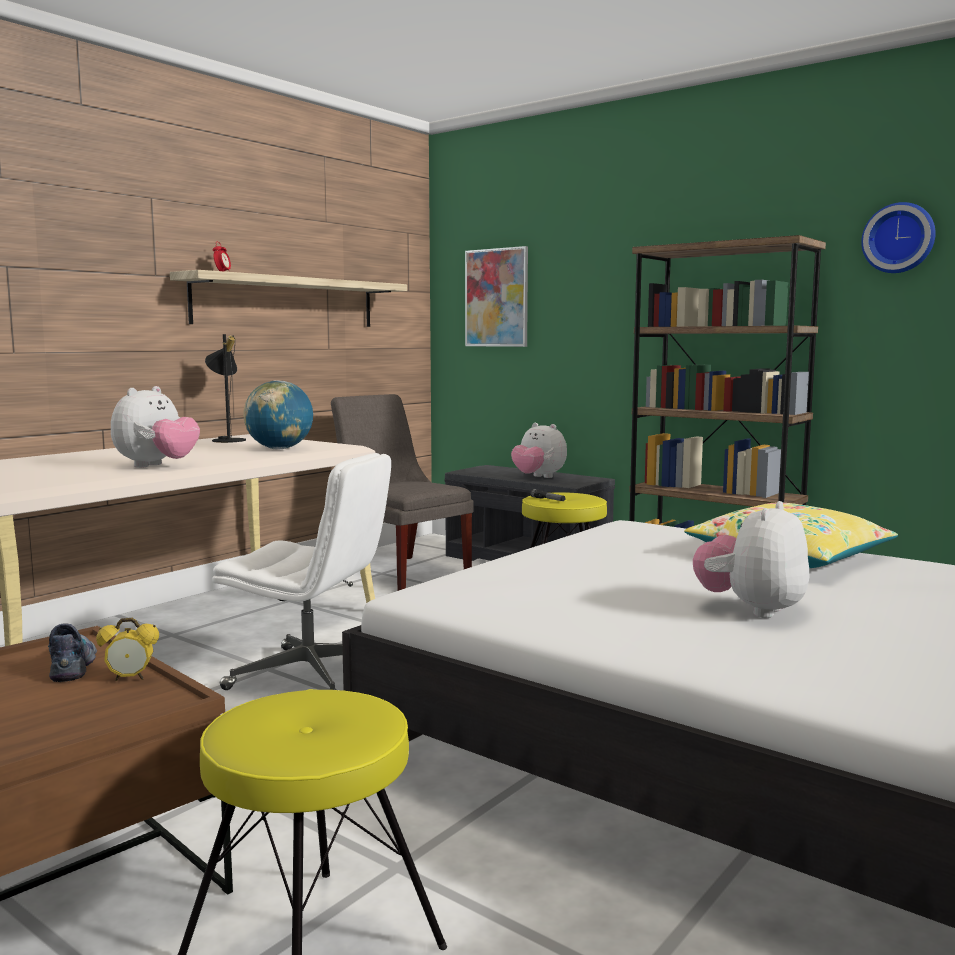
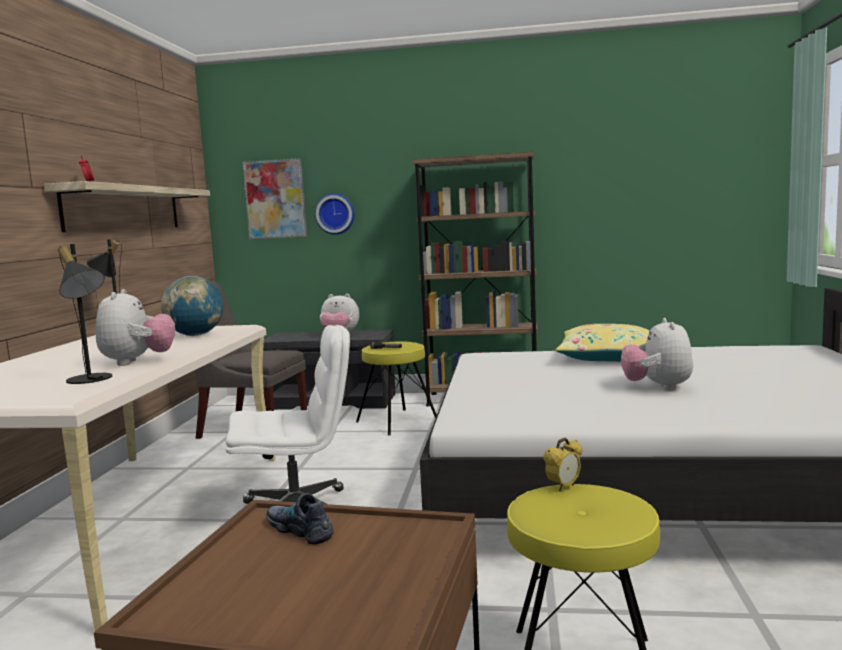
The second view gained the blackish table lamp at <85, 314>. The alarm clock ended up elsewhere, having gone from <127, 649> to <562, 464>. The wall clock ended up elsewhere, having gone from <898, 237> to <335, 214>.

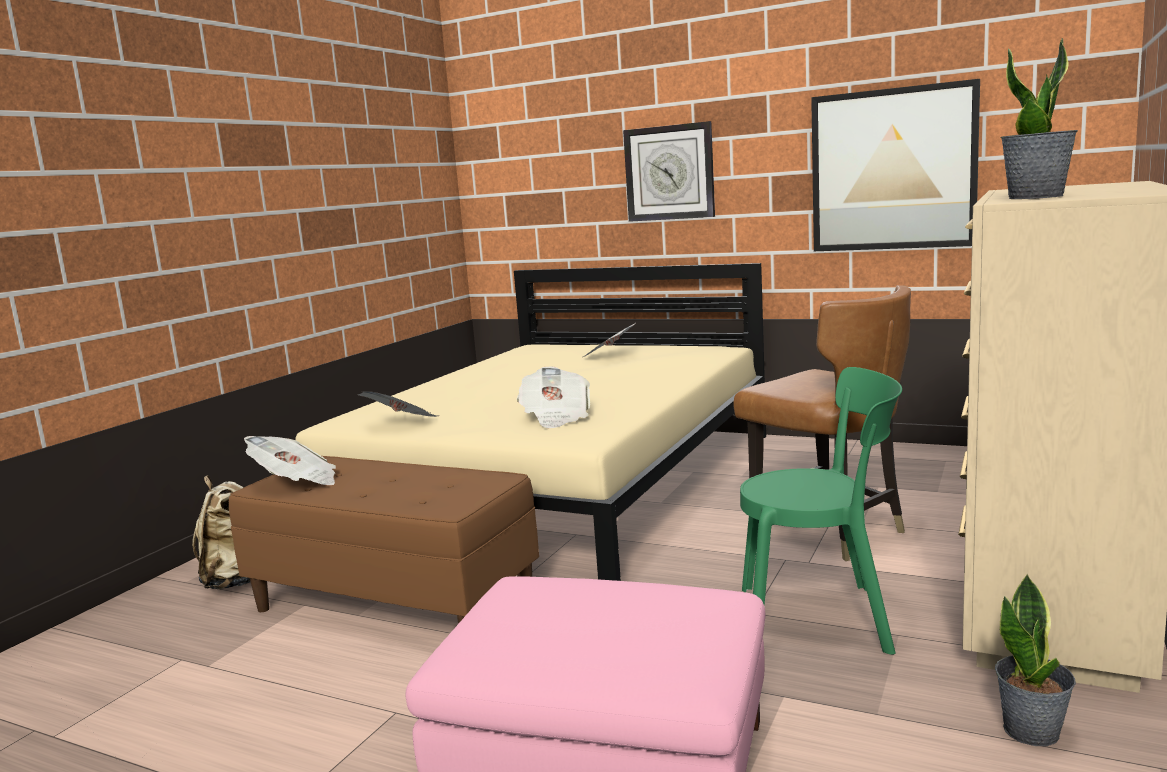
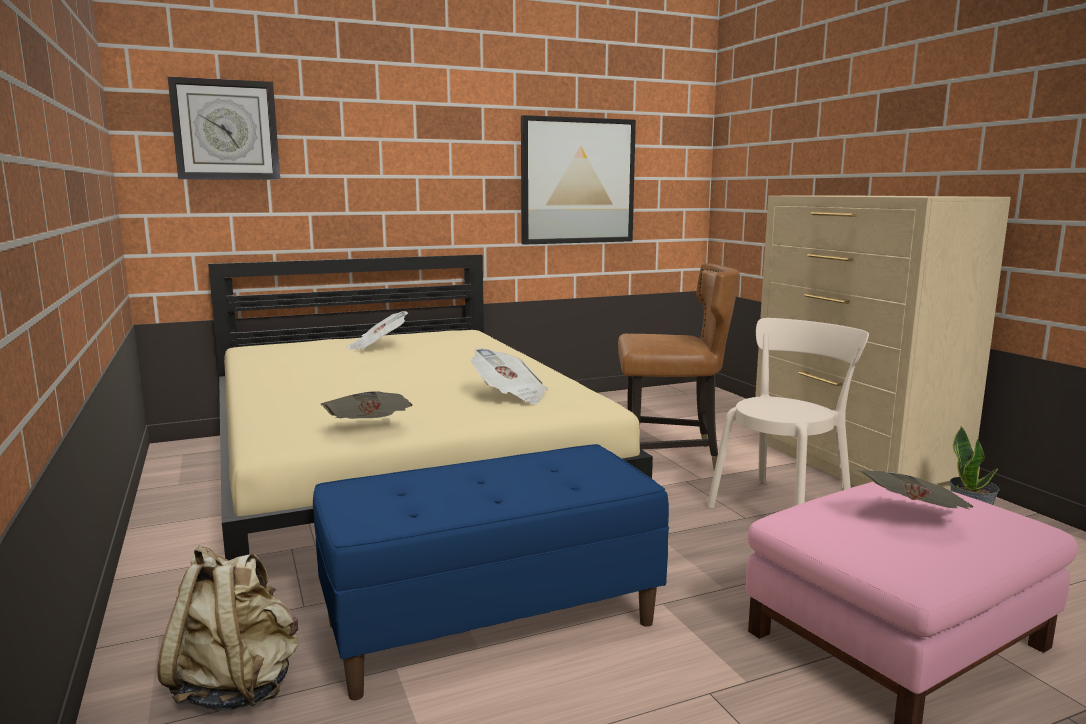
The second view lost the potted plant at <1039, 118>. The daily paper ended up elsewhere, having gone from <290, 460> to <915, 489>. The wall clock ended up elsewhere, having gone from <669, 171> to <224, 128>. What was the brown-coloured long seat at <384, 540> turned into the blue long seat at <491, 572>. What was the greenish plain chair at <821, 511> turned into the beige-coloured plain chair at <788, 413>.

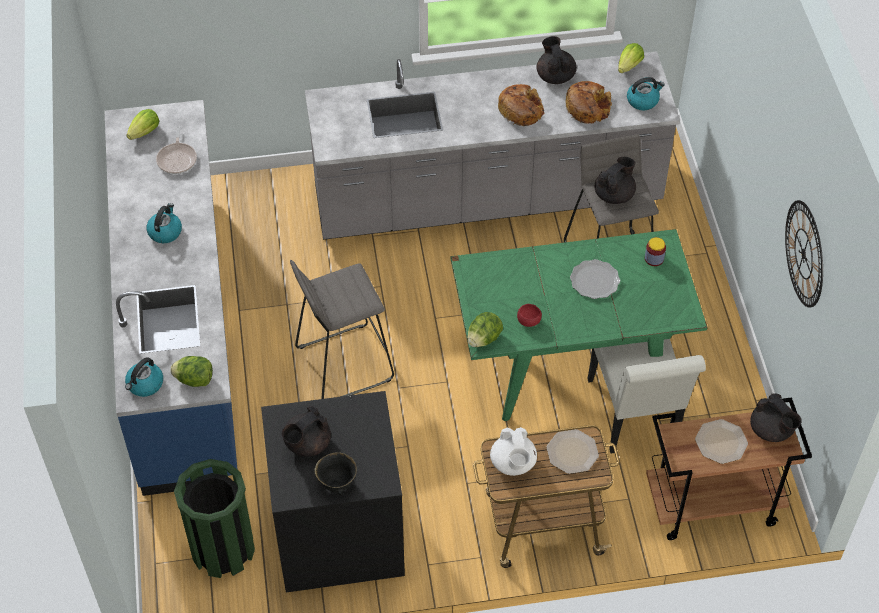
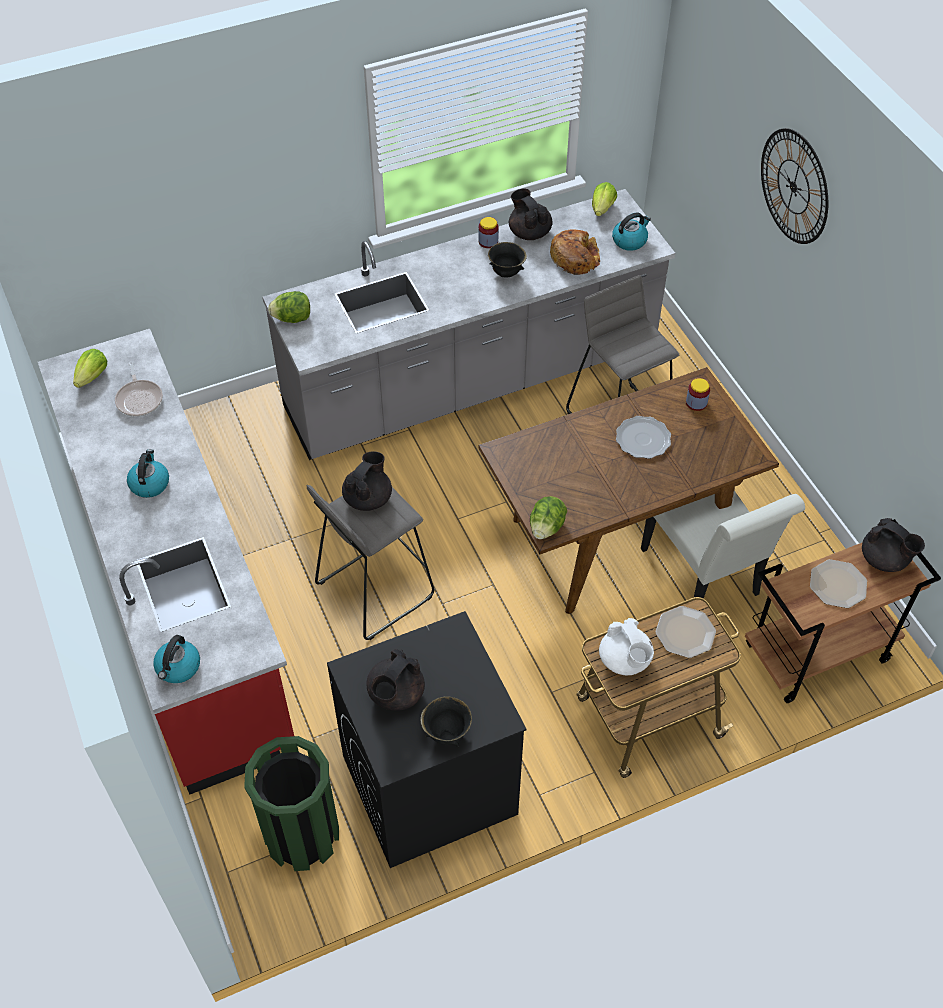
The second view lost the reddish deep dish at <529, 315>. The second view gained the preserve jar at <488, 232>. The lettuce ended up elsewhere, having gone from <191, 371> to <289, 307>. The blackish teapot ended up elsewhere, having gone from <615, 180> to <367, 481>. The wall clock ended up elsewhere, having gone from <804, 254> to <794, 186>. Where the bakery bread stood at <521, 105>, the blackish deep dish came to stand at <507, 259>. What was the blue kitchen counter at <171, 298> turned into the reddish kitchen counter at <166, 562>. What was the greenish kitchen table at <579, 325> turned into the brown-coloured kitchen table at <628, 490>.

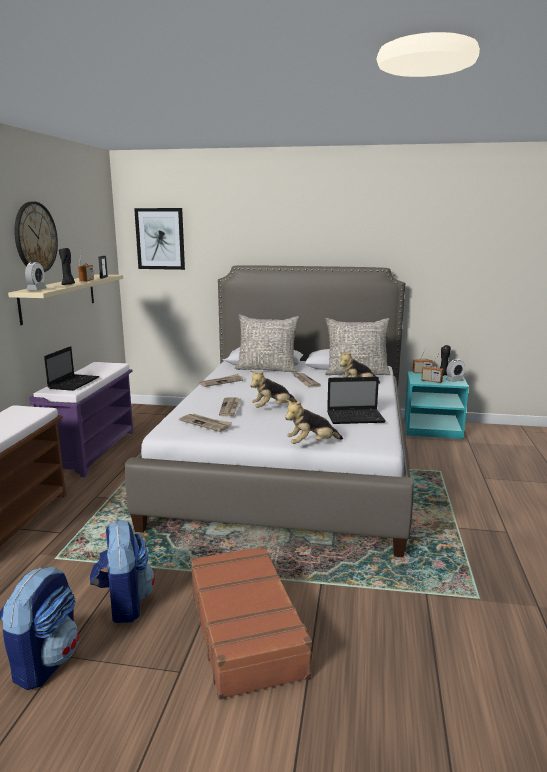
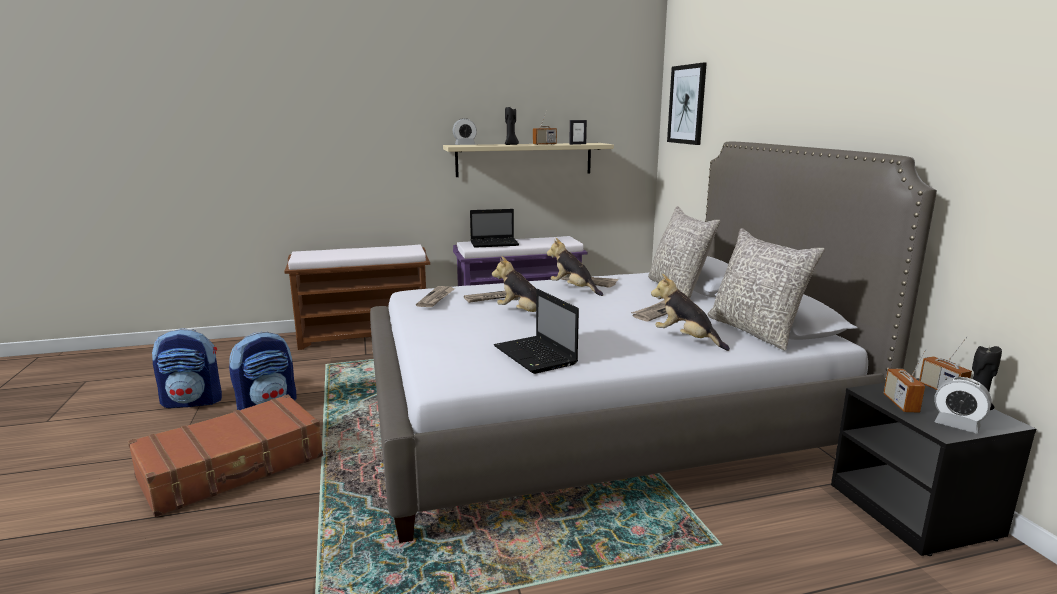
The second view lost the wall clock at <36, 237>. The plush toy ended up elsewhere, having gone from <314, 422> to <575, 267>. What was the blue-green night table at <436, 405> turned into the blackish night table at <933, 467>.

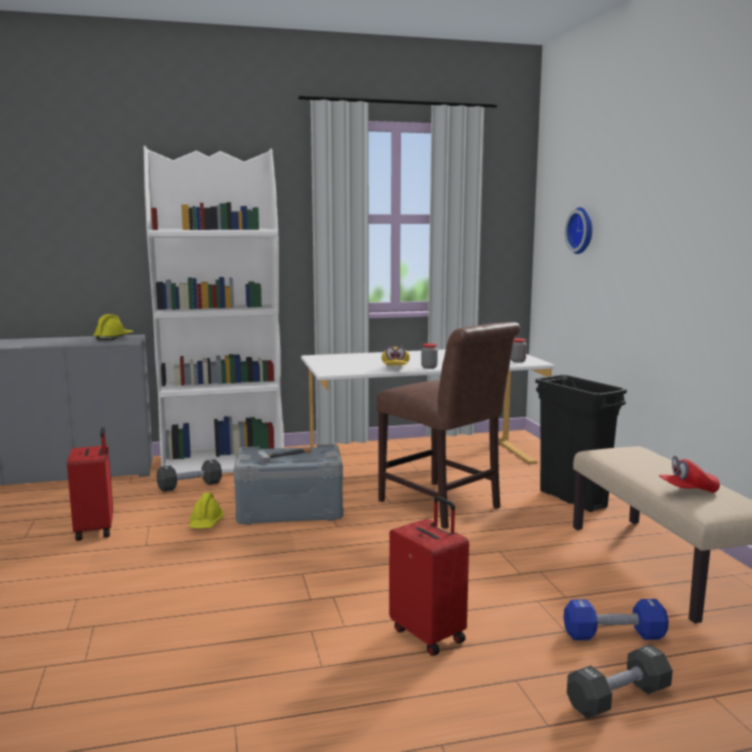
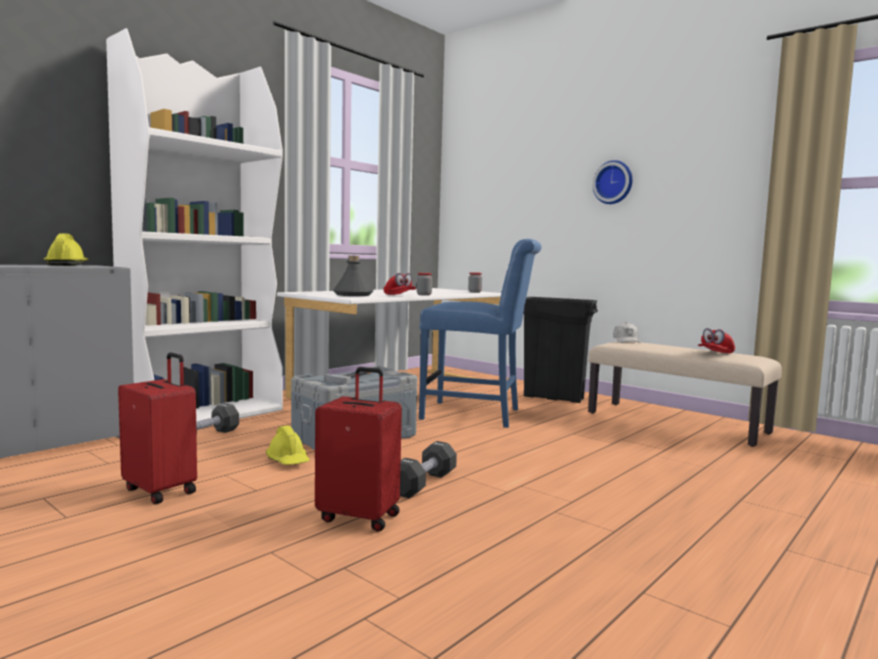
The second view lost the blue hand weight at <616, 619>. The second view gained the greyish drink bottle at <353, 276>. The second view gained the white baseball cap at <627, 332>. The reddish suitcase ended up elsewhere, having gone from <429, 576> to <358, 449>. The wall clock ended up elsewhere, having gone from <579, 230> to <612, 182>. The blackish hand weight ended up elsewhere, having gone from <620, 681> to <428, 469>. What was the brown-coloured plain chair at <448, 425> turned into the blue plain chair at <480, 333>. What was the yellowish baseball cap at <395, 356> turned into the reddish baseball cap at <400, 284>.

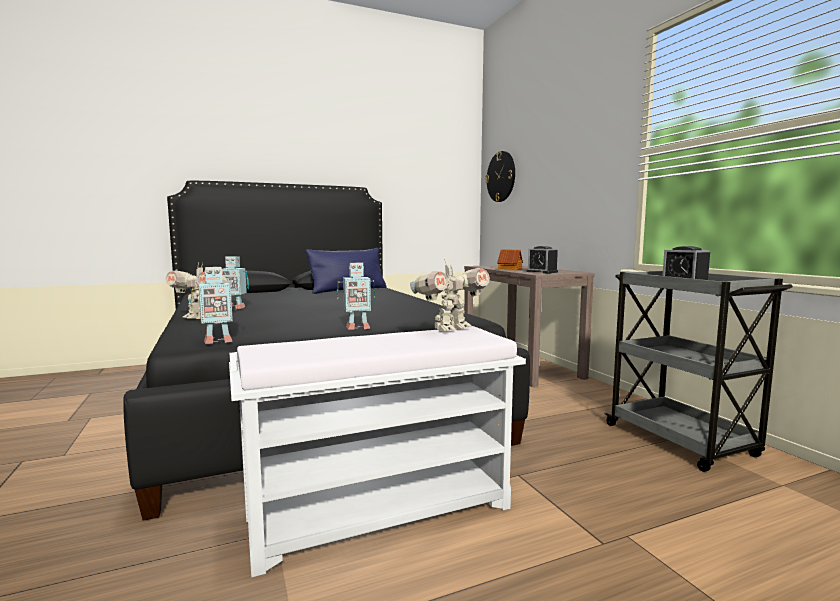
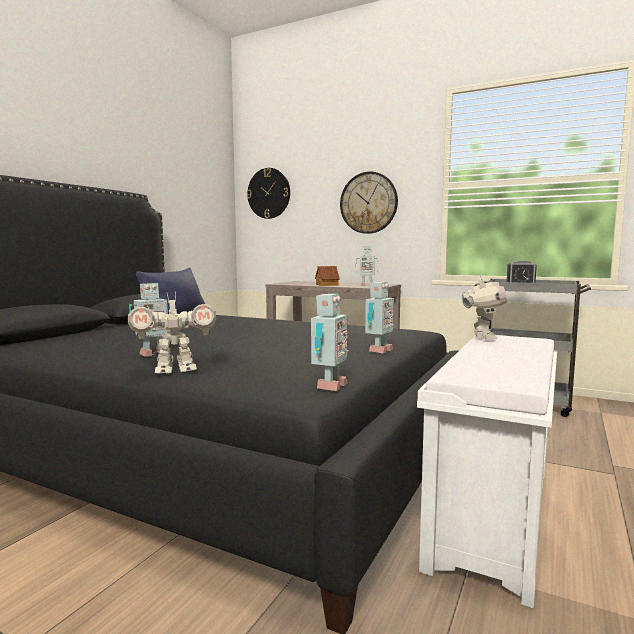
The second view gained the wall clock at <369, 203>. Where the alarm clock stood at <542, 259>, the robot figure came to stand at <367, 266>.

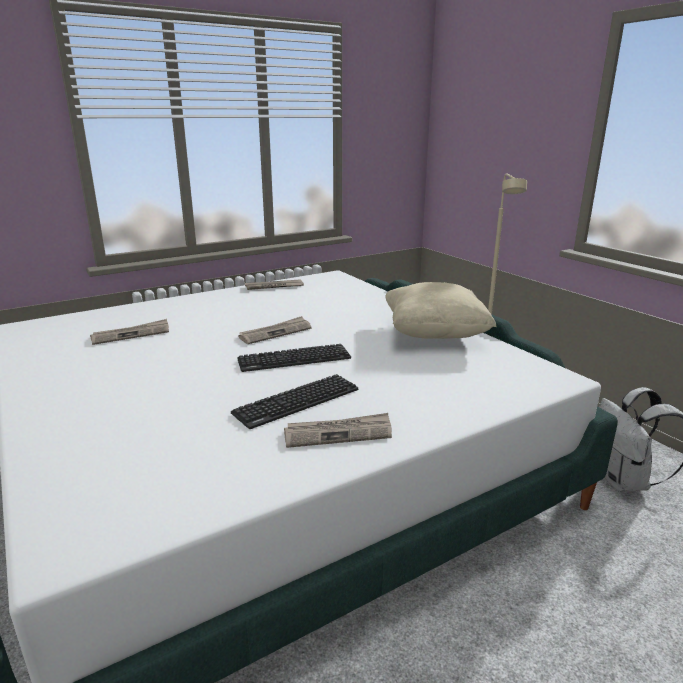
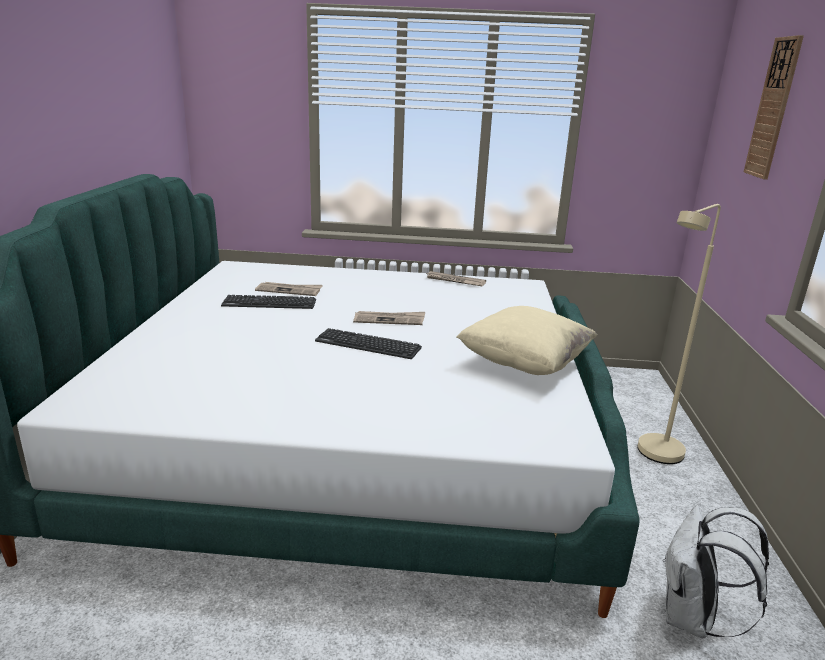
The second view lost the daily paper at <338, 430>. The second view gained the wall clock at <774, 107>. The keyboard ended up elsewhere, having gone from <294, 401> to <268, 302>.

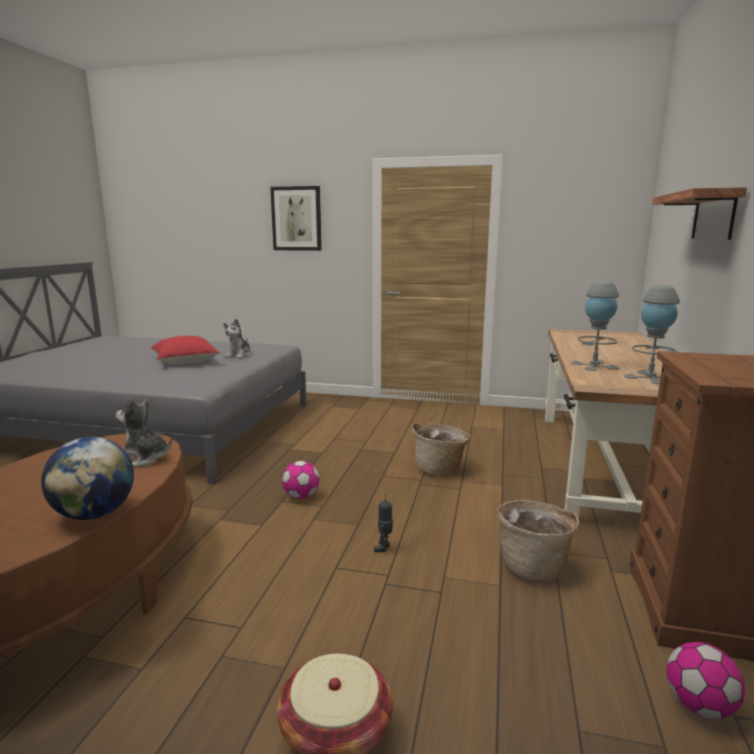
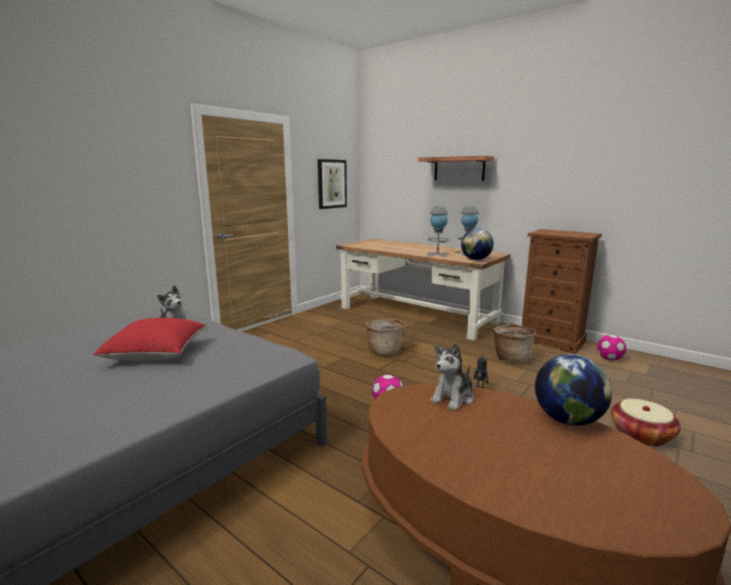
The second view gained the world globe at <477, 244>. The wall art ended up elsewhere, having gone from <296, 218> to <332, 184>.

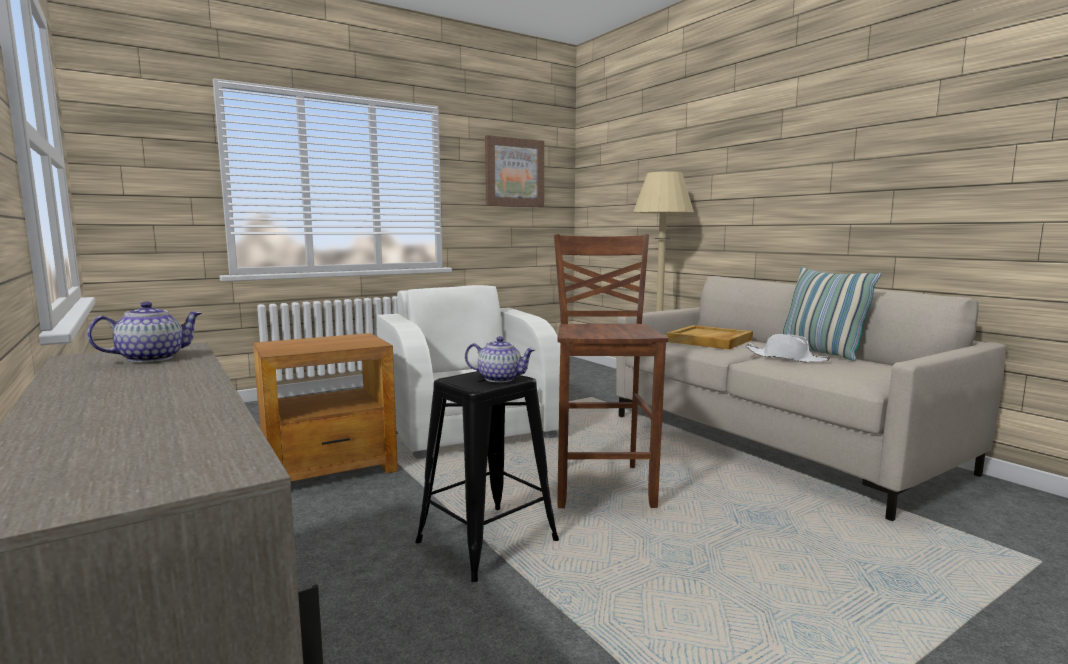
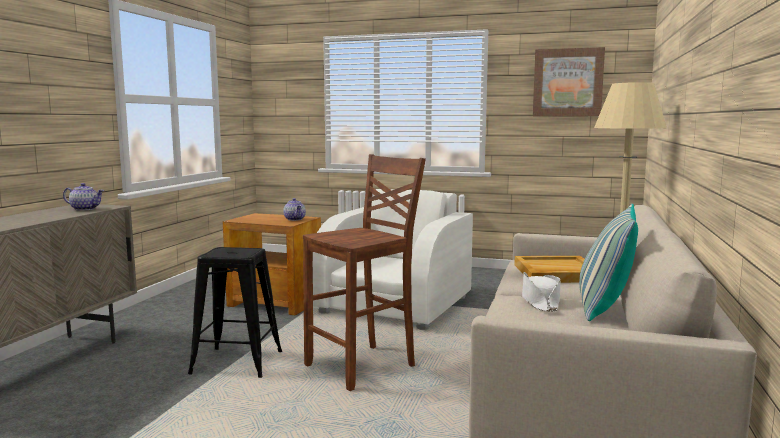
The teapot ended up elsewhere, having gone from <500, 360> to <294, 209>.

